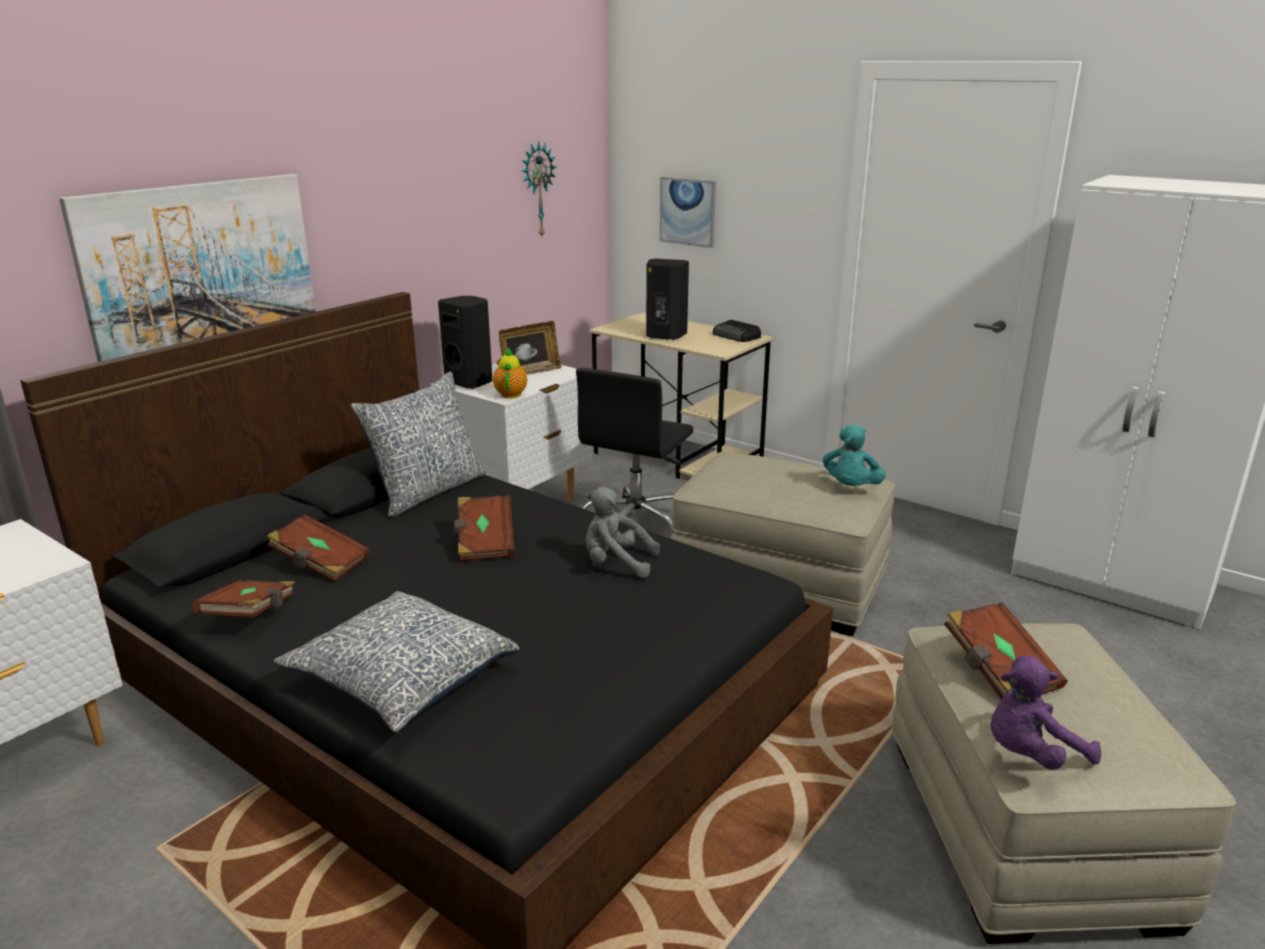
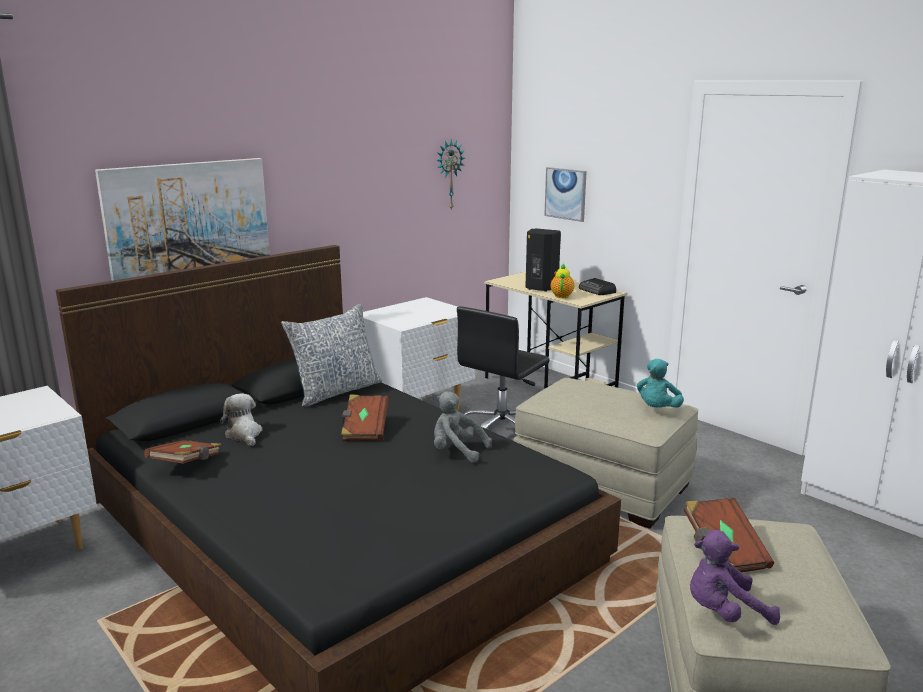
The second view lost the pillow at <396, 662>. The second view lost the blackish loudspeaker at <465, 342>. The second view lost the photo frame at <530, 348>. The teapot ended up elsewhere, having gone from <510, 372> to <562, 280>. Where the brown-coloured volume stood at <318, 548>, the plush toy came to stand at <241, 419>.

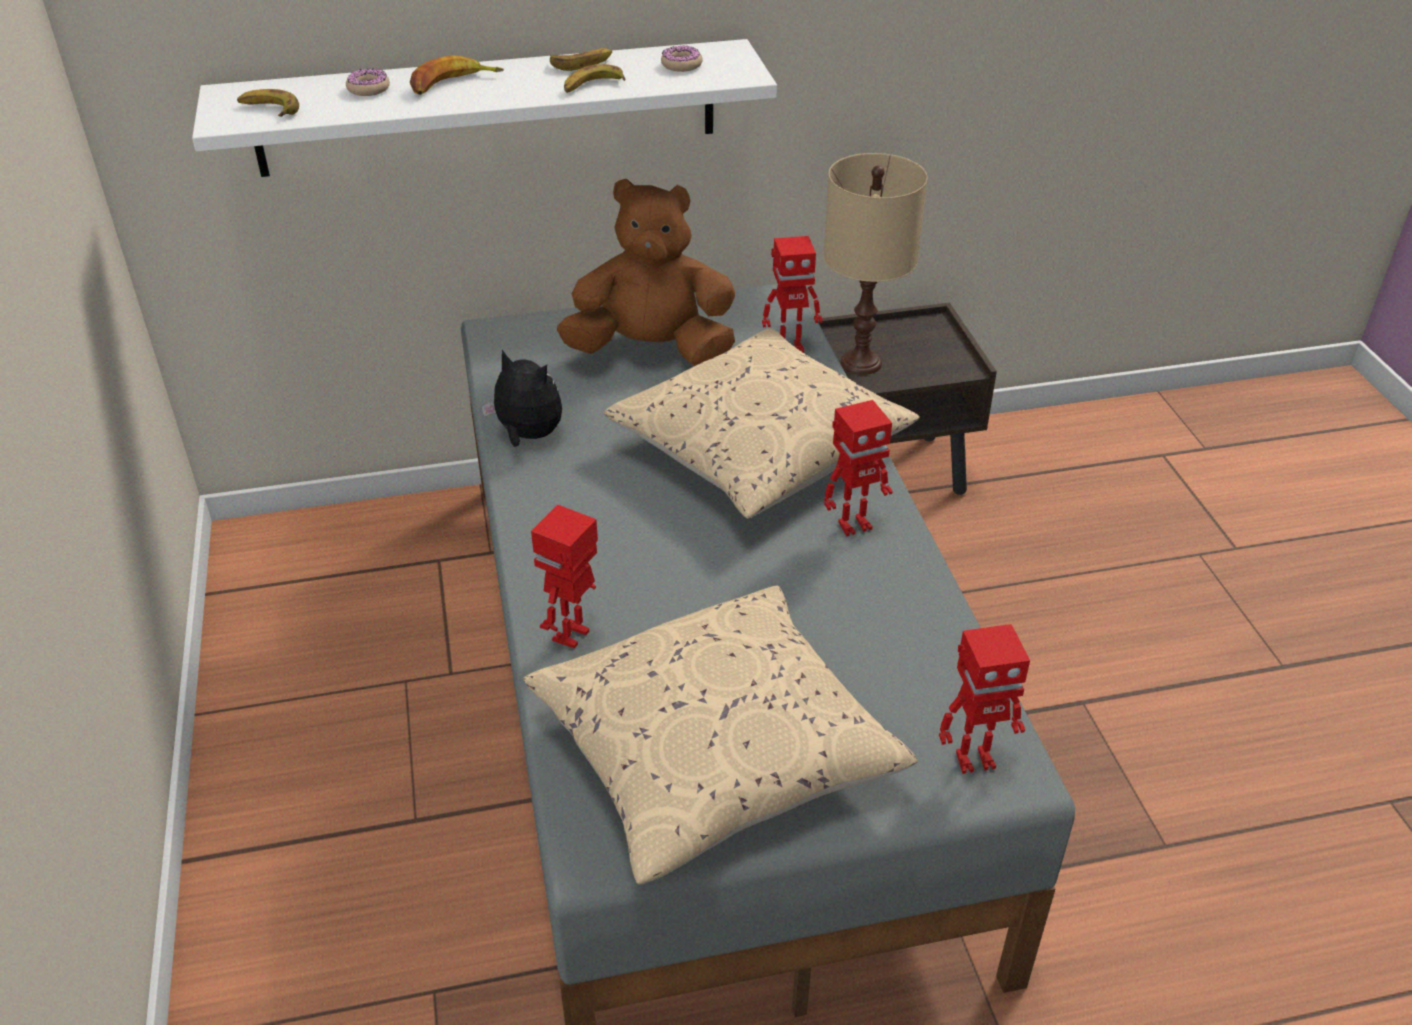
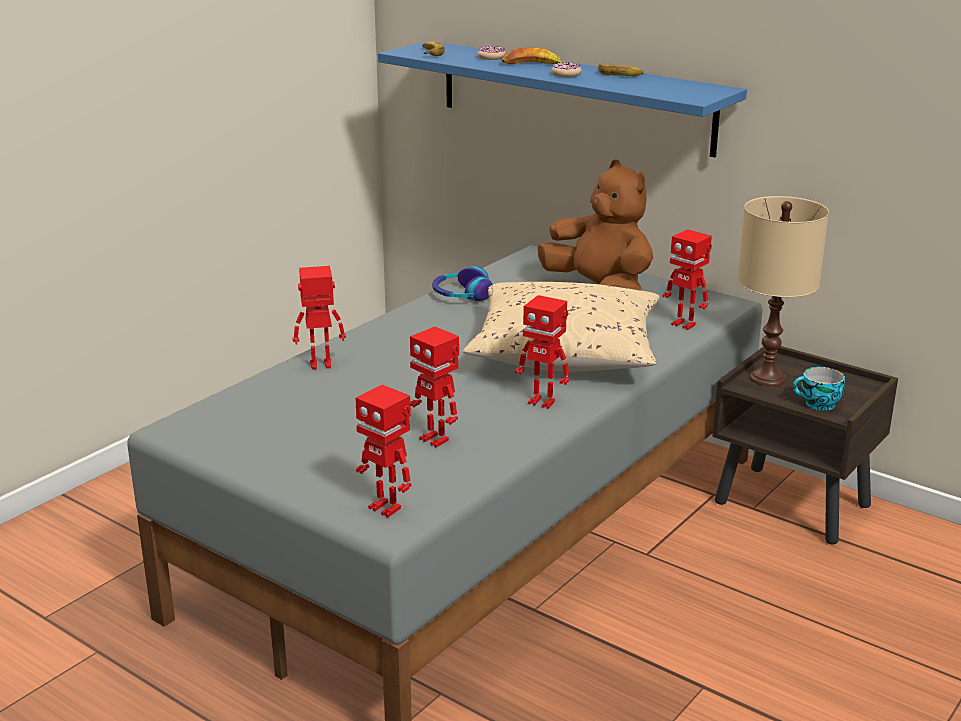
The second view lost the beige-coloured pillow at <720, 735>. The second view lost the banana fruit at <594, 78>. The second view gained the robot figure at <434, 387>. The second view gained the small cup at <819, 389>. The ring doughnut ended up elsewhere, having gone from <682, 58> to <567, 69>. Where the plush toy stood at <521, 398>, the headphones came to stand at <462, 283>. What was the white wall shelf at <484, 108> turned into the blue wall shelf at <562, 99>.

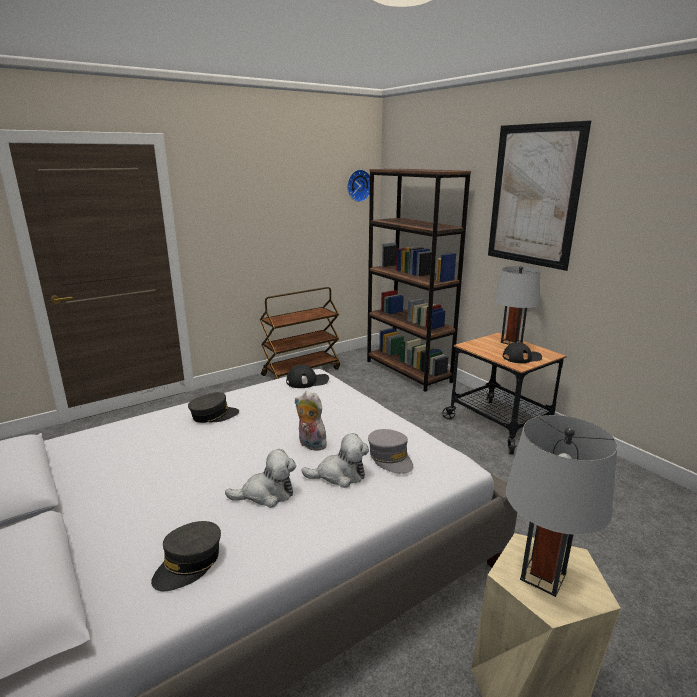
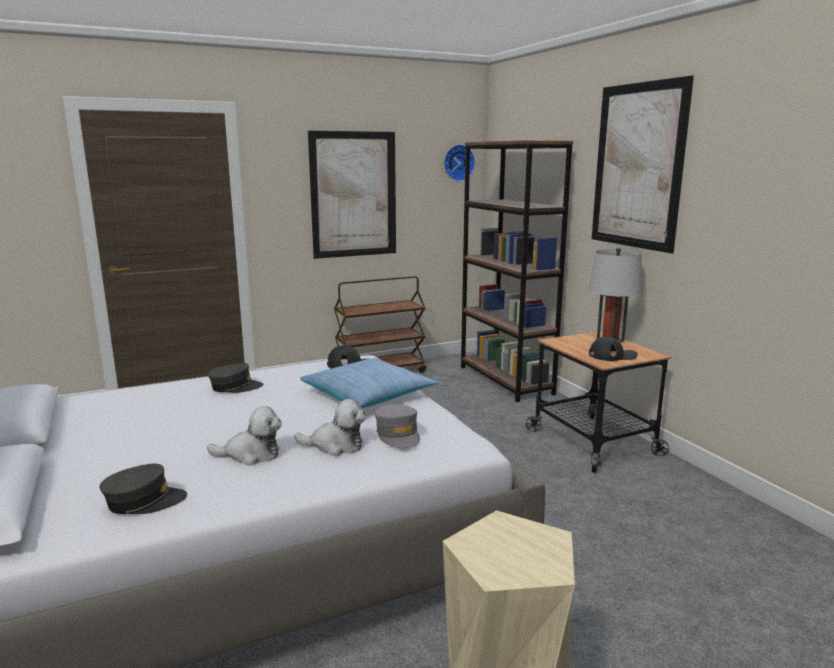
The second view lost the plush toy at <311, 421>. The second view lost the greyish table lamp at <562, 506>. The second view gained the pillow at <369, 383>. The second view gained the wall art at <352, 195>. The greyish baseball cap at <186, 556> ended up facing another way, 150 degrees counterclockwise from before.

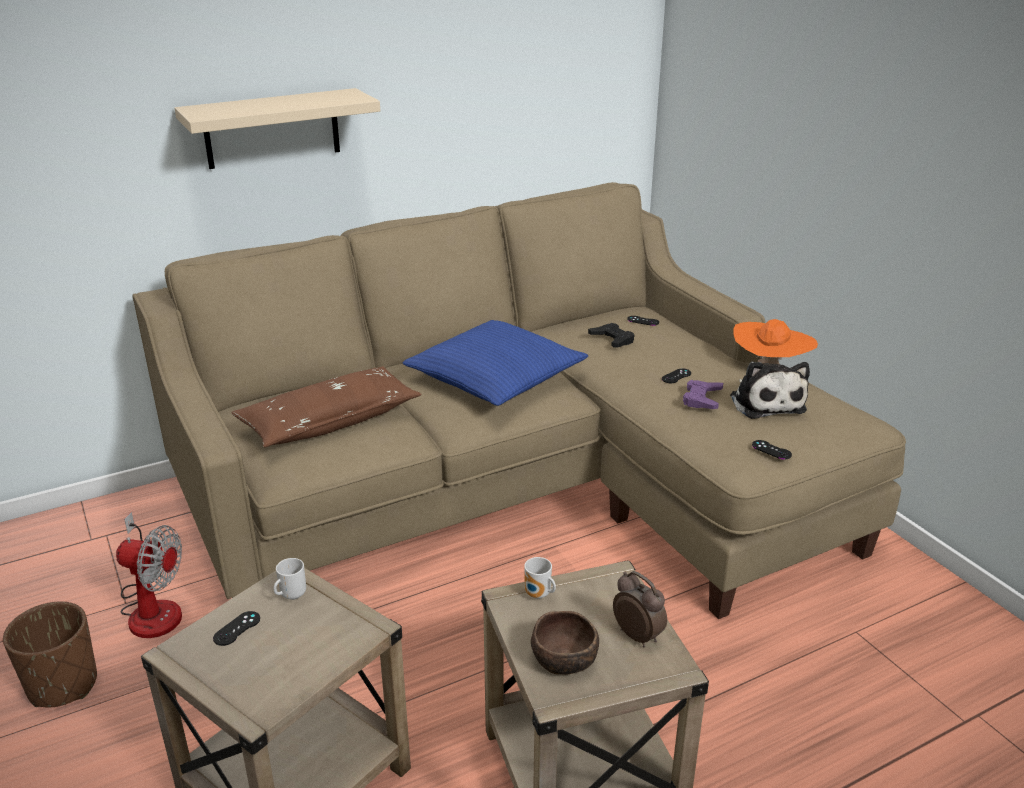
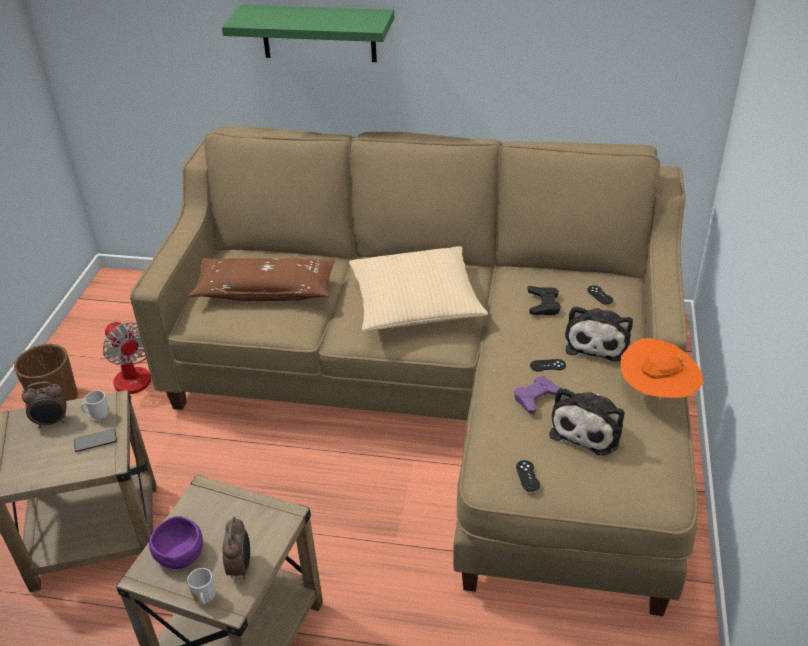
The second view gained the handset at <95, 440>. The second view gained the plush toy at <599, 334>. The tea mug ended up elsewhere, having gone from <540, 578> to <201, 586>. Where the blackish joypad stood at <236, 628>, the alarm clock came to stand at <44, 404>. What was the beige-coloured wall shelf at <277, 128> turned into the greenish wall shelf at <308, 33>. What was the blue pillow at <495, 363> turned into the beige-coloured pillow at <418, 288>. What was the brown-coloured deep dish at <565, 643> turned into the purple-coloured deep dish at <176, 542>.

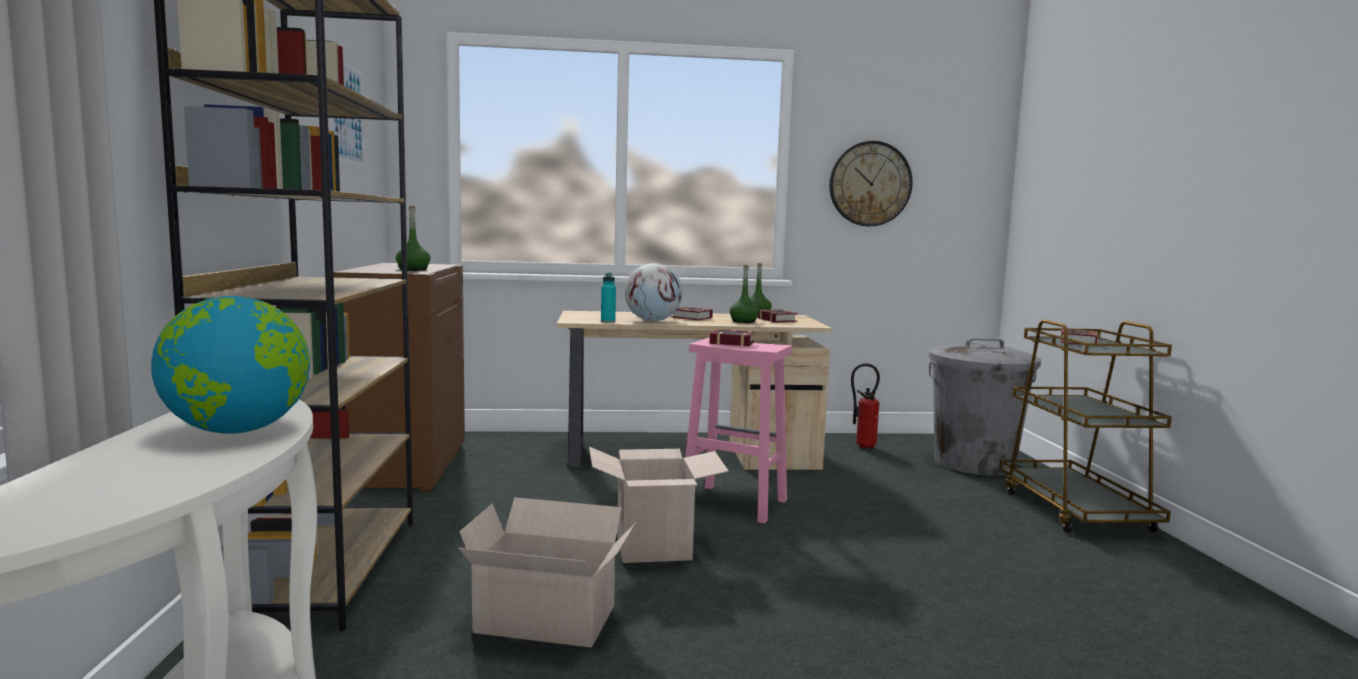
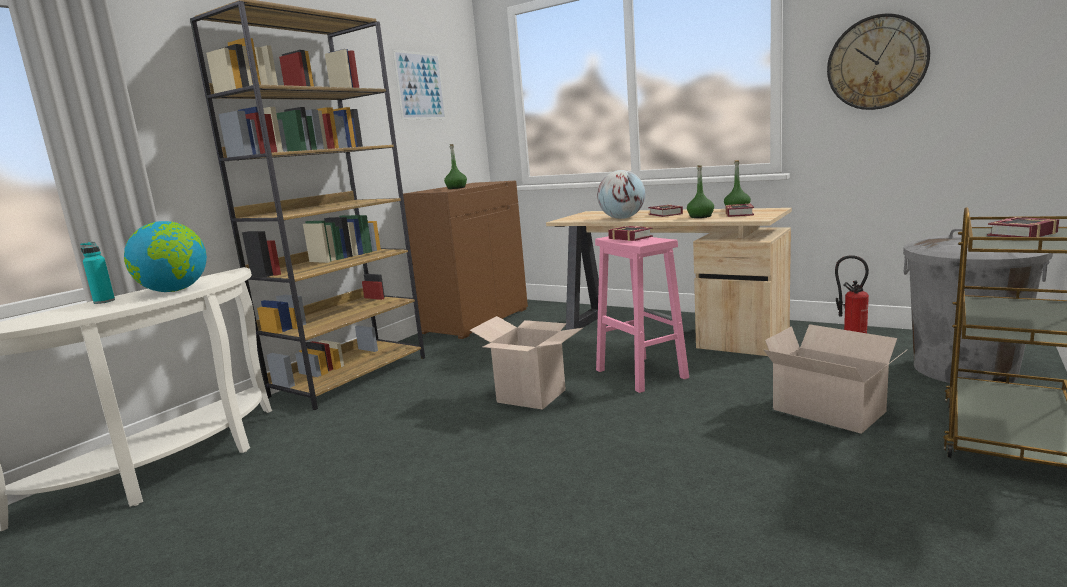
The carton ended up elsewhere, having gone from <547, 572> to <835, 379>. The blue-green drink bottle ended up elsewhere, having gone from <608, 298> to <97, 273>.

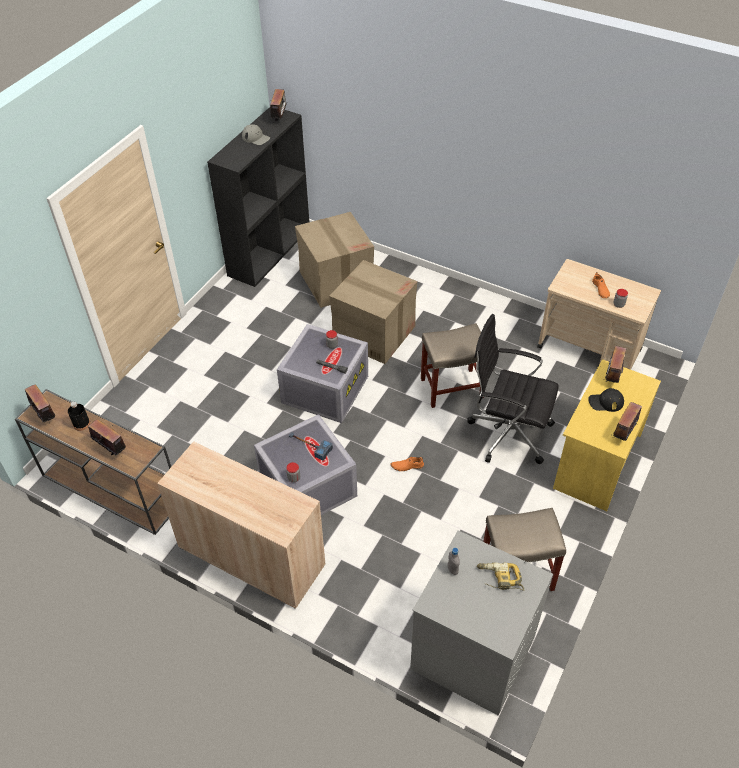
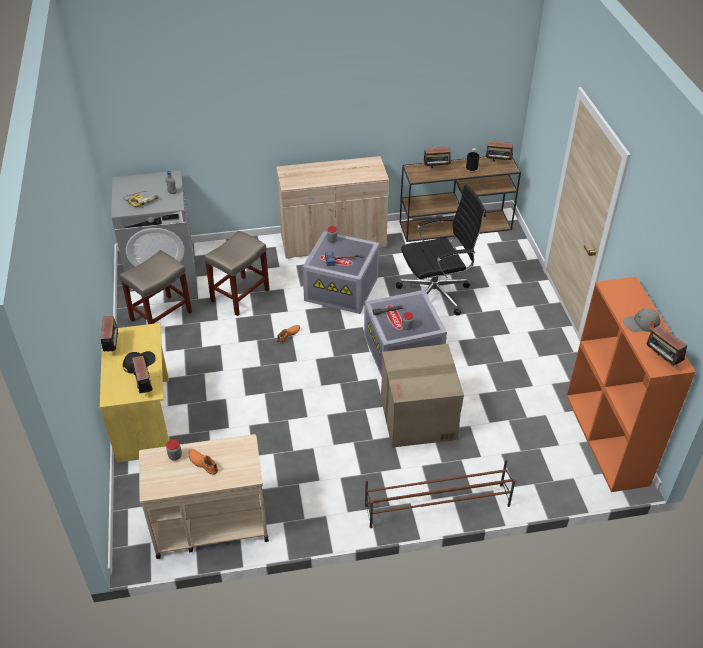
The second view lost the carton at <334, 260>. The second view gained the brown-coloured shoe rack at <440, 493>. The beige-coloured stool seat ended up elsewhere, having gone from <452, 365> to <237, 273>. The blackish office chair ended up elsewhere, having gone from <513, 389> to <441, 250>. What was the blackish bookcase at <258, 197> turned into the orange bookcase at <631, 384>.

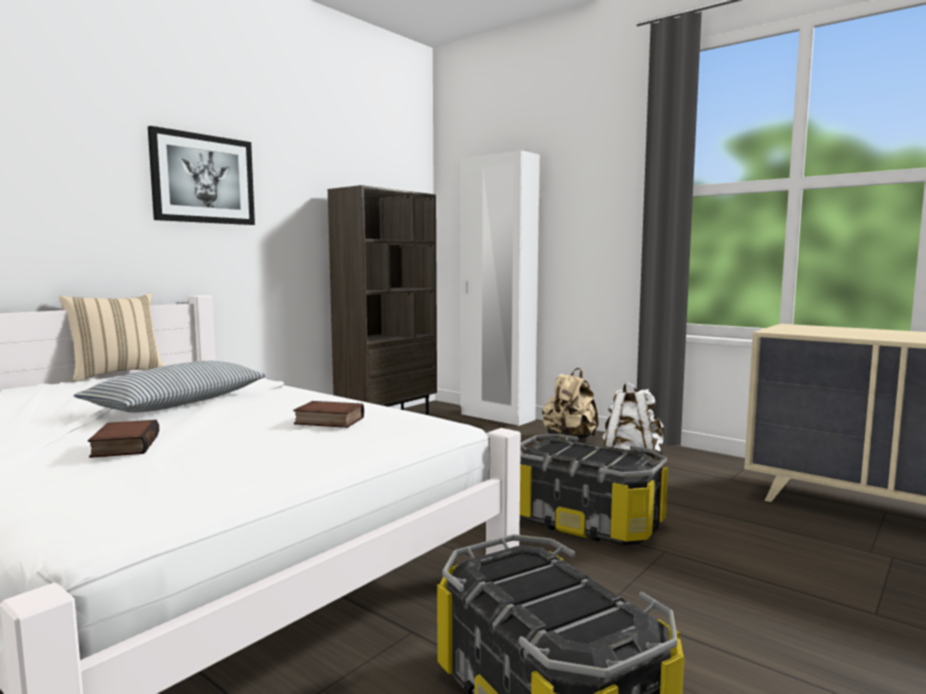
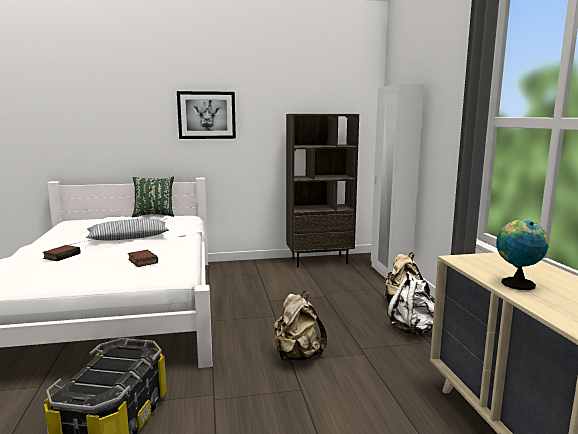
The second view gained the world globe at <522, 255>. Where the storage container stood at <594, 490>, the beige-coloured rucksack came to stand at <300, 326>. What was the beige-coloured pillow at <112, 337> turned into the greenish pillow at <153, 196>.

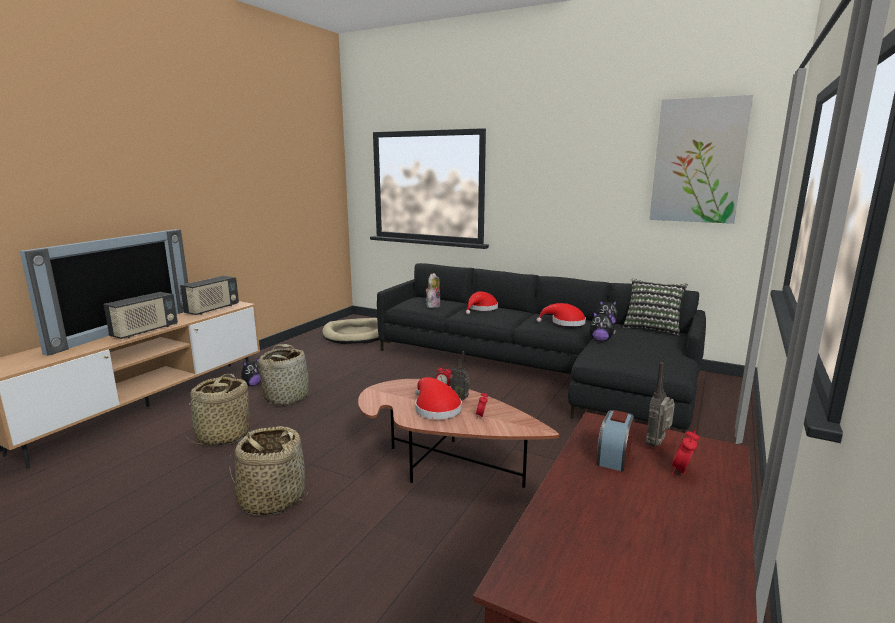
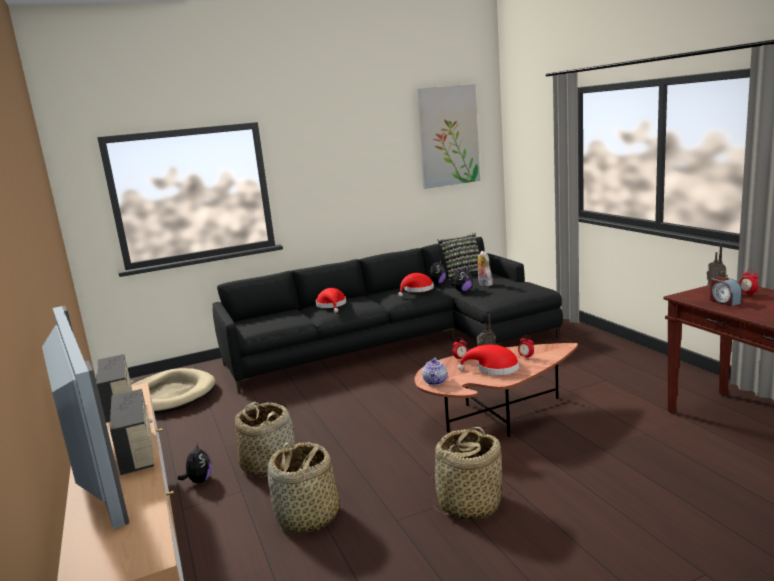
The second view gained the teapot at <434, 371>. The plush toy ended up elsewhere, having gone from <433, 290> to <485, 268>.

